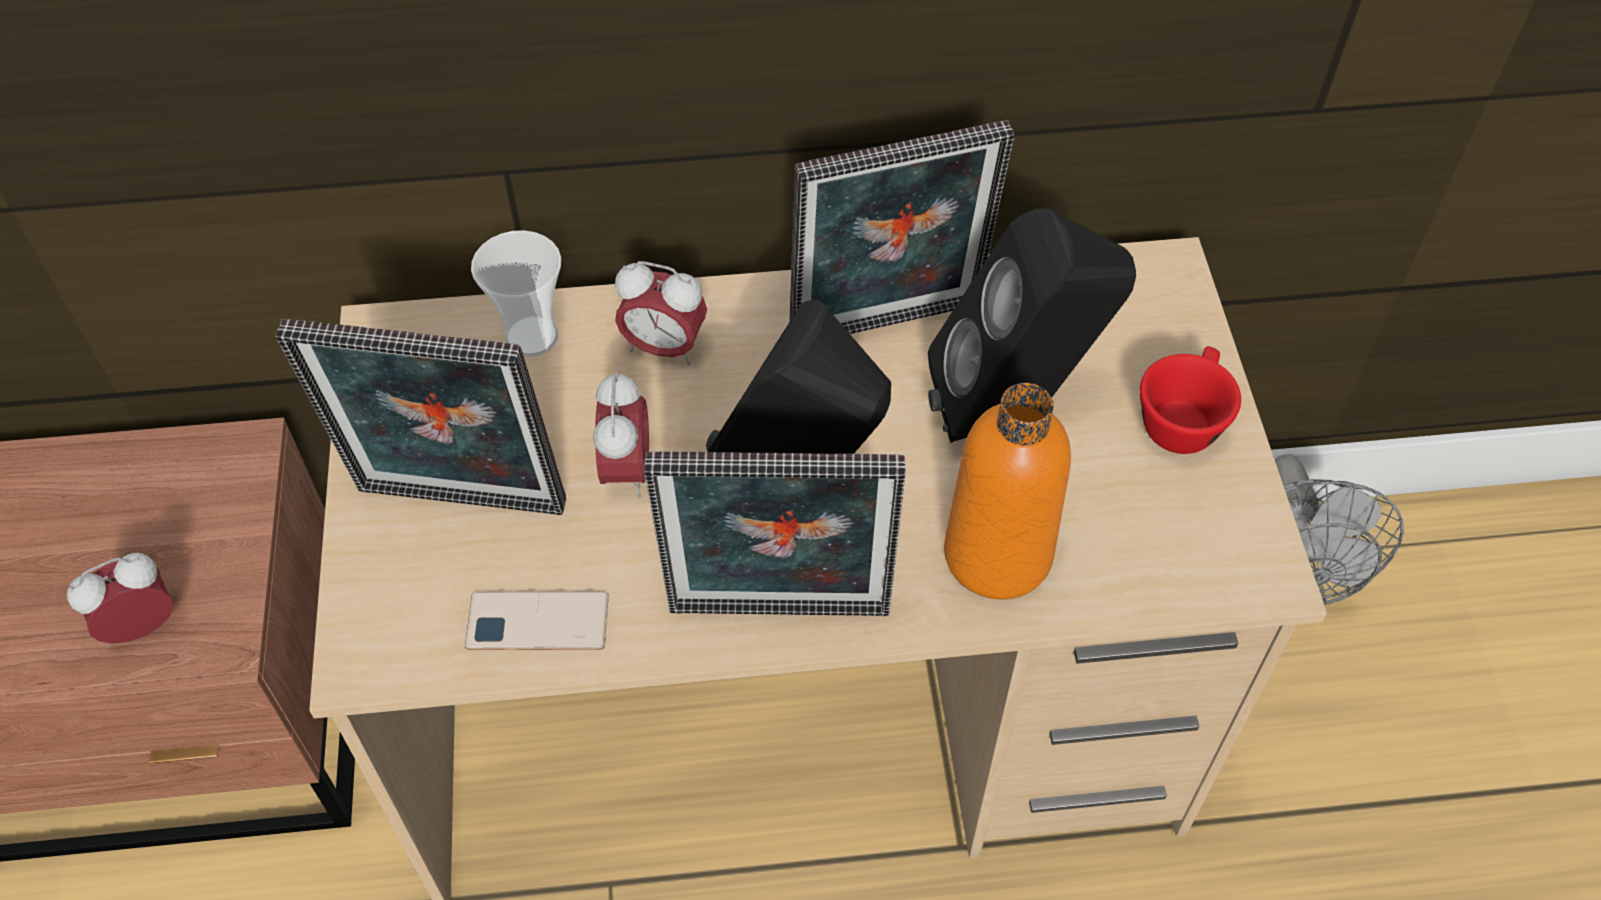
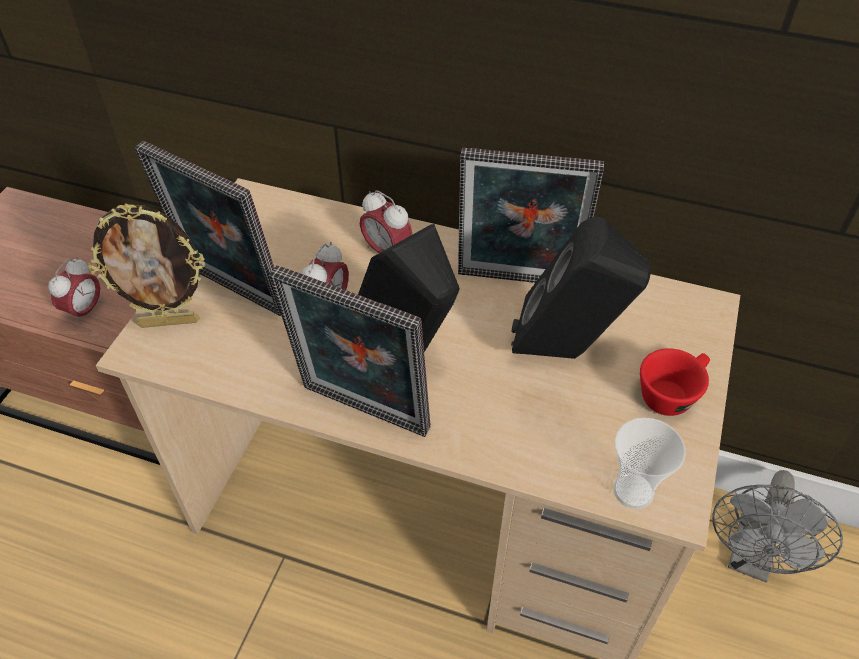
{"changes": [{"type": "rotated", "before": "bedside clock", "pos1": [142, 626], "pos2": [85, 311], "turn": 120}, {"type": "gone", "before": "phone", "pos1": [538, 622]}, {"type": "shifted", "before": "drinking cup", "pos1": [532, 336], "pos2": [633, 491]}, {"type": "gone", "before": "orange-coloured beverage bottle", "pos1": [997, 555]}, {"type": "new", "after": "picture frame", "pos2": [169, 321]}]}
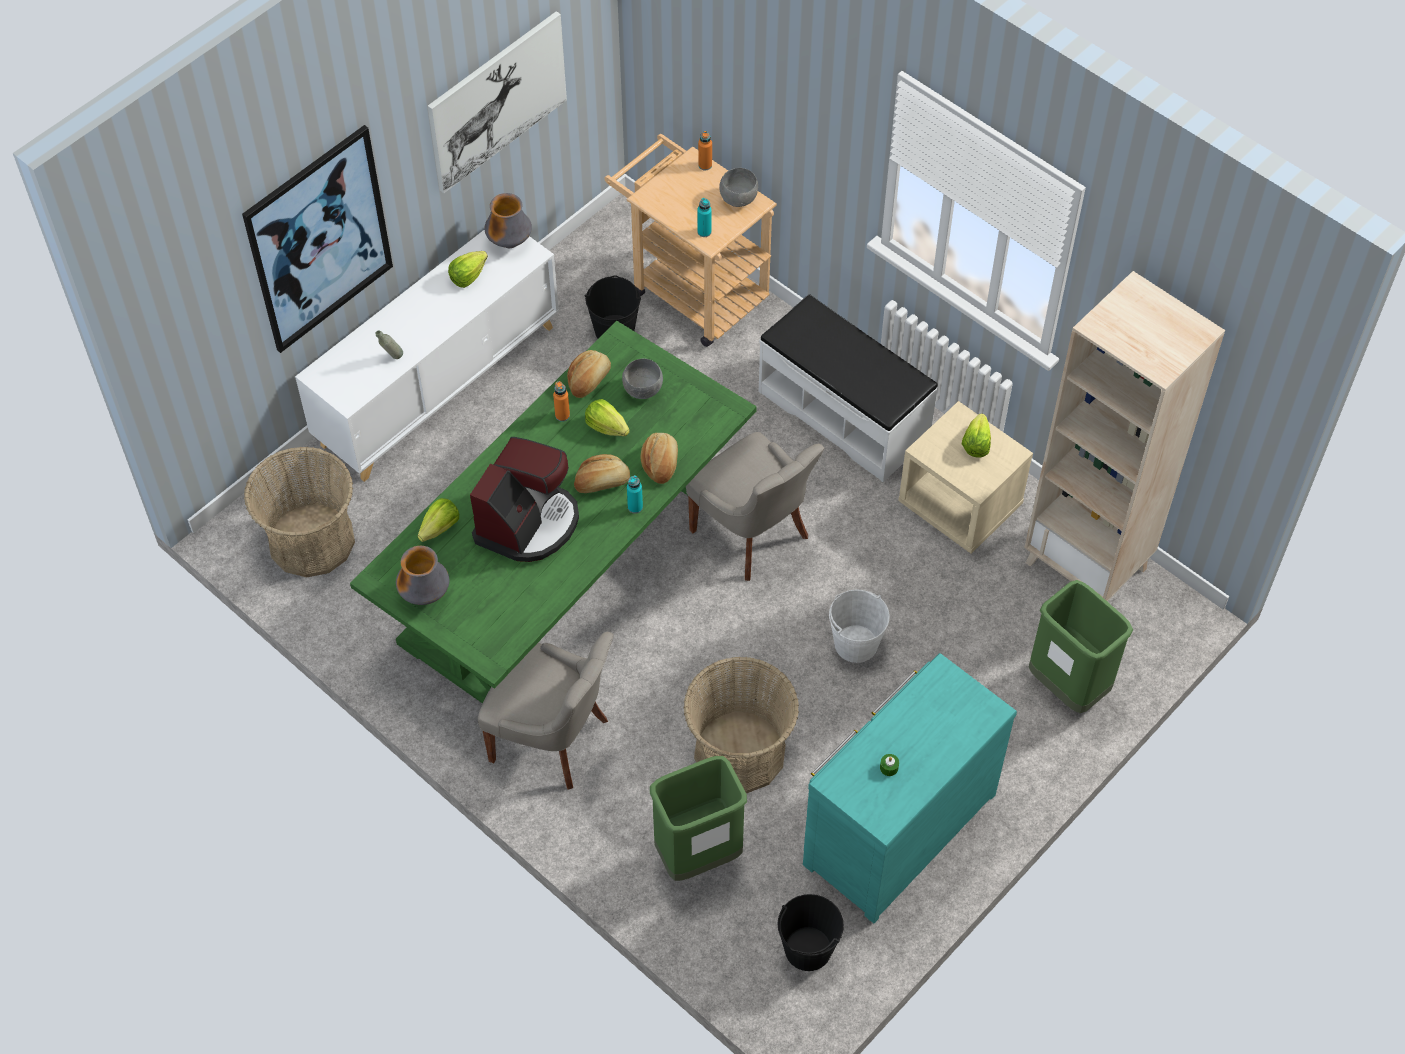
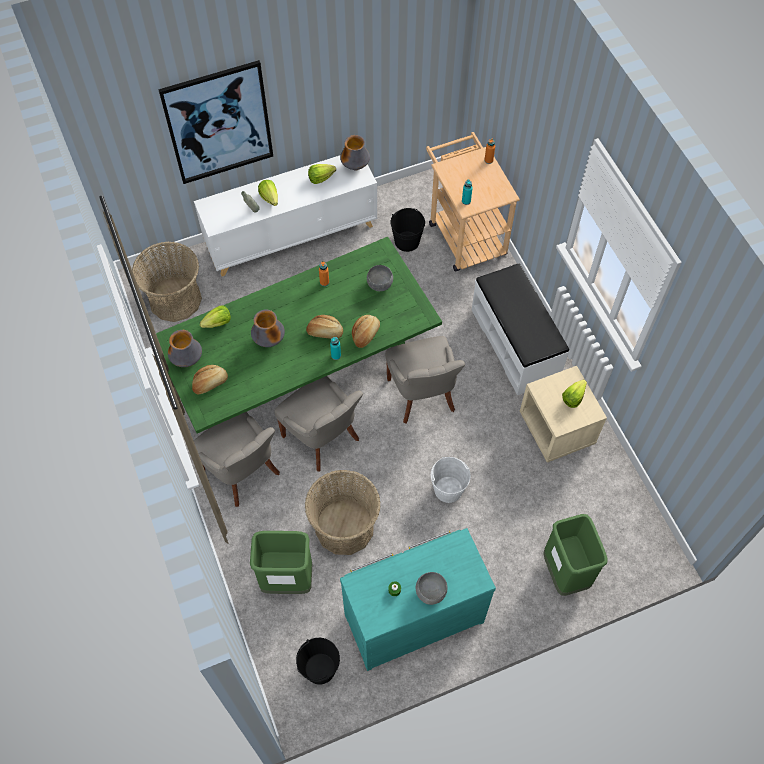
{"changes": [{"type": "gone", "before": "wall picture", "pos1": [497, 101]}, {"type": "swapped", "before": "coffee brewer", "after": "decorative vase", "pos1": [528, 523], "pos2": [269, 340]}, {"type": "shifted", "before": "bread", "pos1": [589, 380], "pos2": [210, 383]}, {"type": "shifted", "before": "lettuce head", "pos1": [606, 427], "pos2": [270, 198]}, {"type": "shifted", "before": "gray serving bowl", "pos1": [738, 198], "pos2": [431, 591]}, {"type": "gone", "before": "beige-coloured bookcase", "pos1": [1087, 565]}, {"type": "new", "after": "gray plain chair", "pos2": [322, 438]}]}
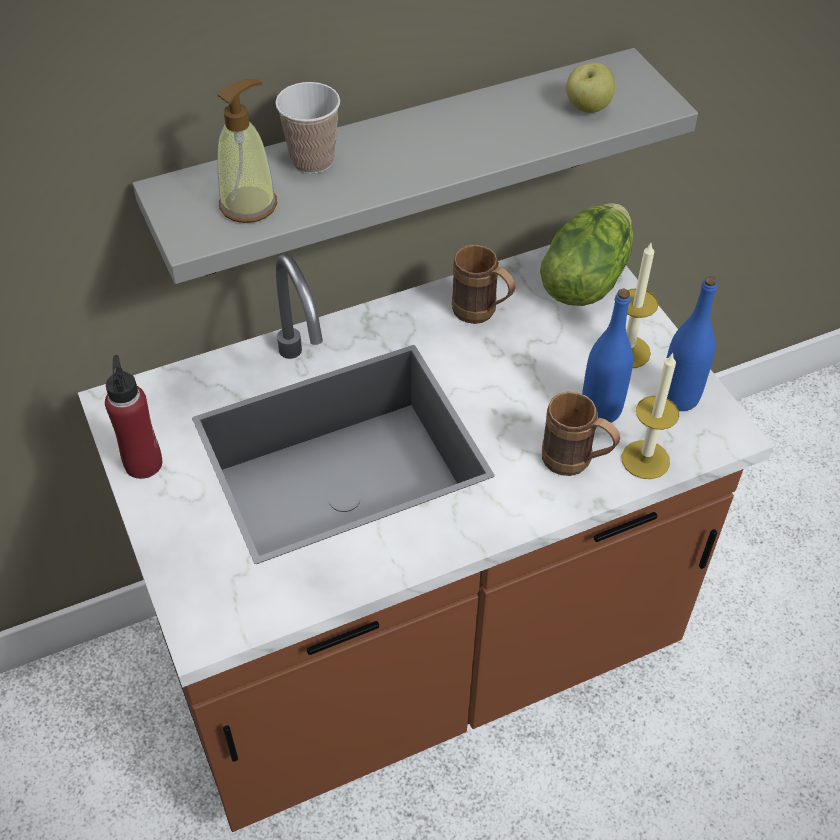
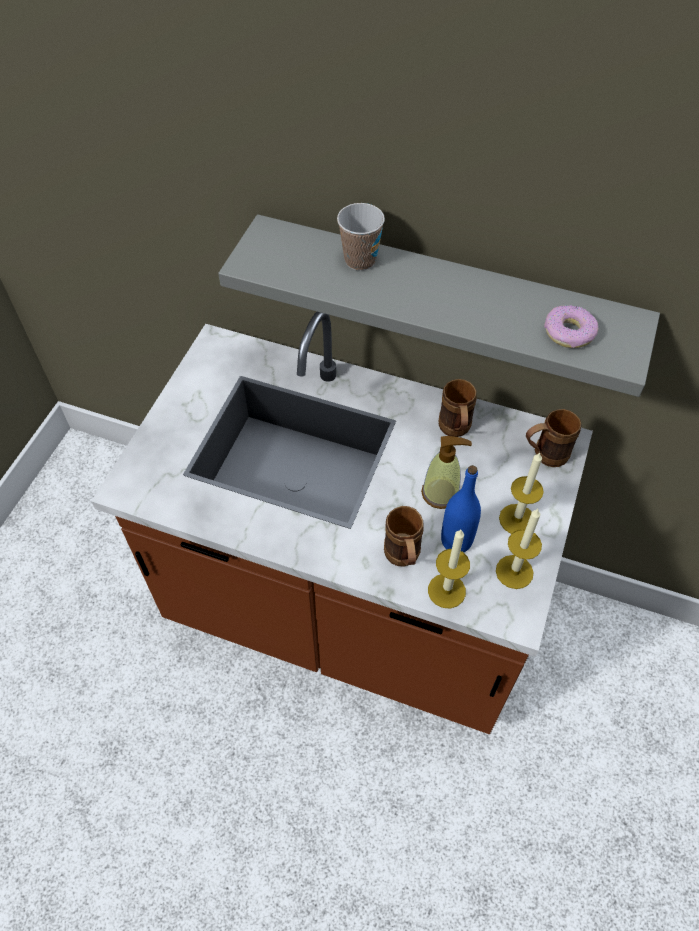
{"changes": [{"type": "gone", "before": "reddish beverage bottle", "pos1": [143, 463]}, {"type": "shifted", "before": "soap dispenser", "pos1": [249, 204], "pos2": [440, 493]}, {"type": "swapped", "before": "lettuce head", "after": "brown-coloured mug", "pos1": [584, 280], "pos2": [543, 456]}, {"type": "swapped", "before": "apple fruit", "after": "ring doughnut", "pos1": [587, 108], "pos2": [569, 333]}, {"type": "swapped", "before": "bluish beverage bottle", "after": "wax candle", "pos1": [679, 397], "pos2": [514, 572]}]}
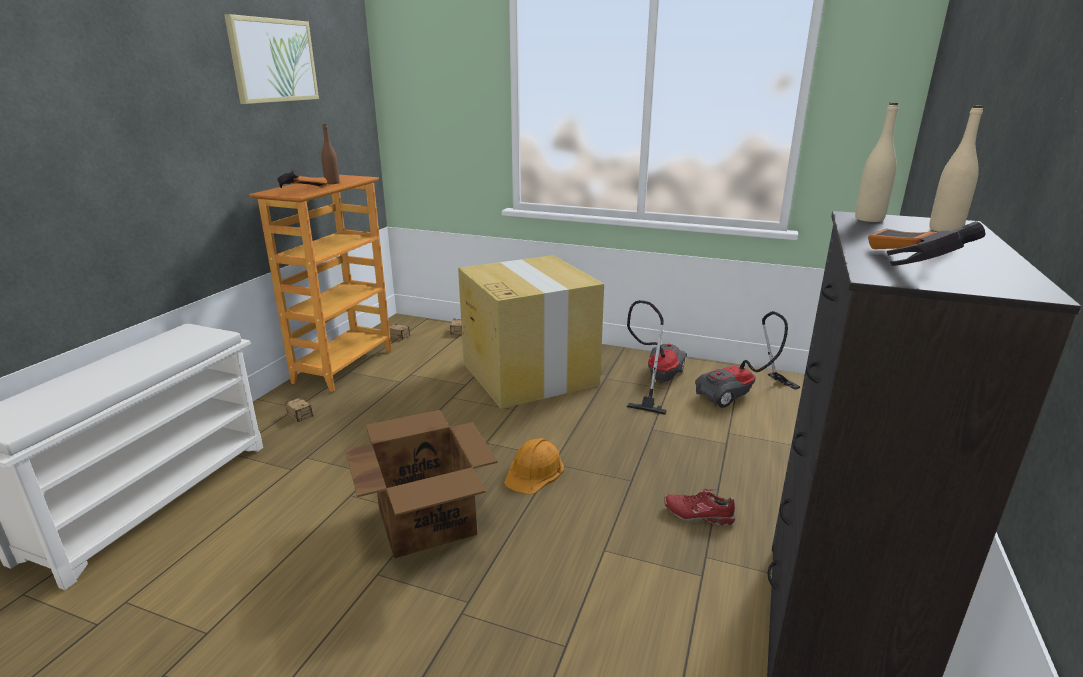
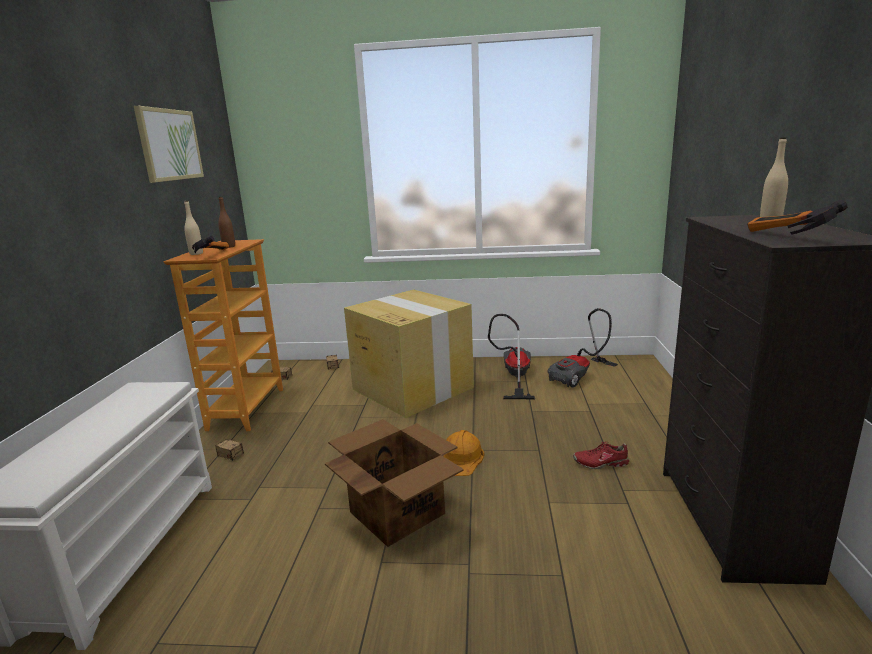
{"changes": [{"type": "shifted", "before": "beige-coloured beverage bottle", "pos1": [869, 219], "pos2": [196, 253]}]}
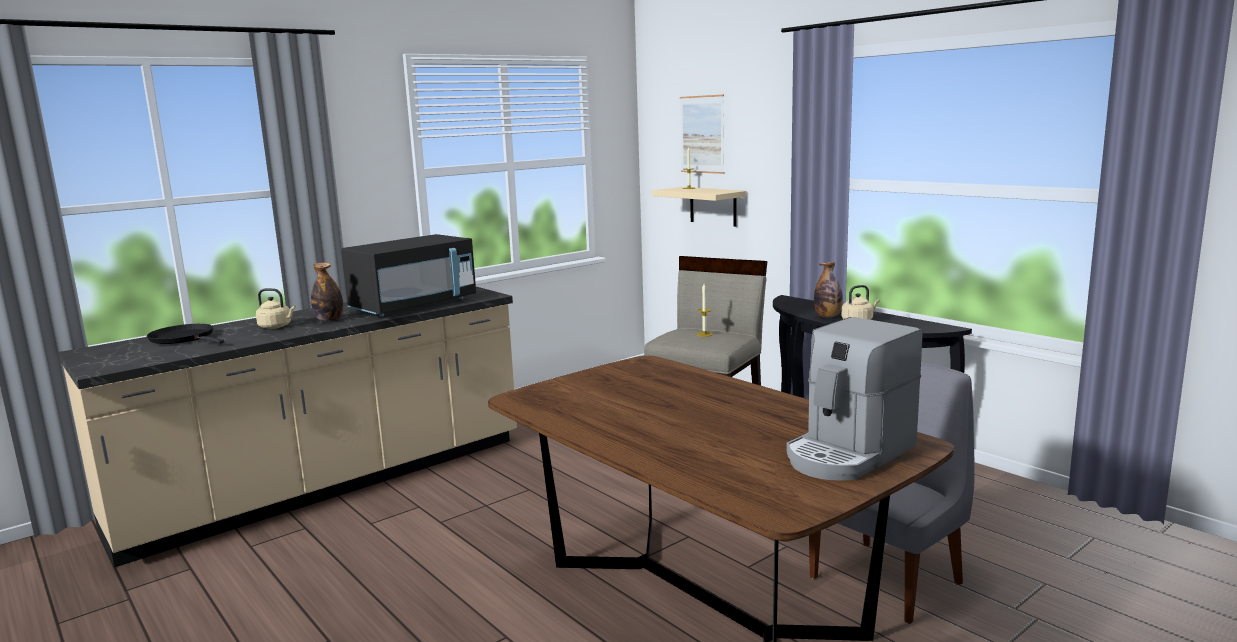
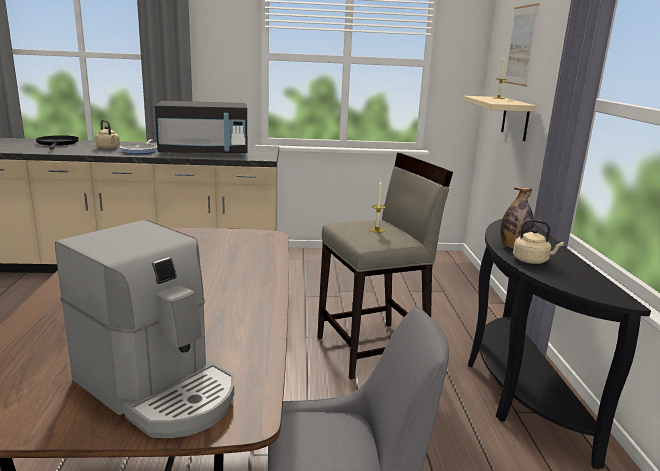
{"changes": [{"type": "swapped", "before": "beverage bottle", "after": "skillet", "pos1": [329, 320], "pos2": [140, 151]}, {"type": "rotated", "before": "coffee brewer", "pos1": [848, 454], "pos2": [158, 389], "turn": -135}]}
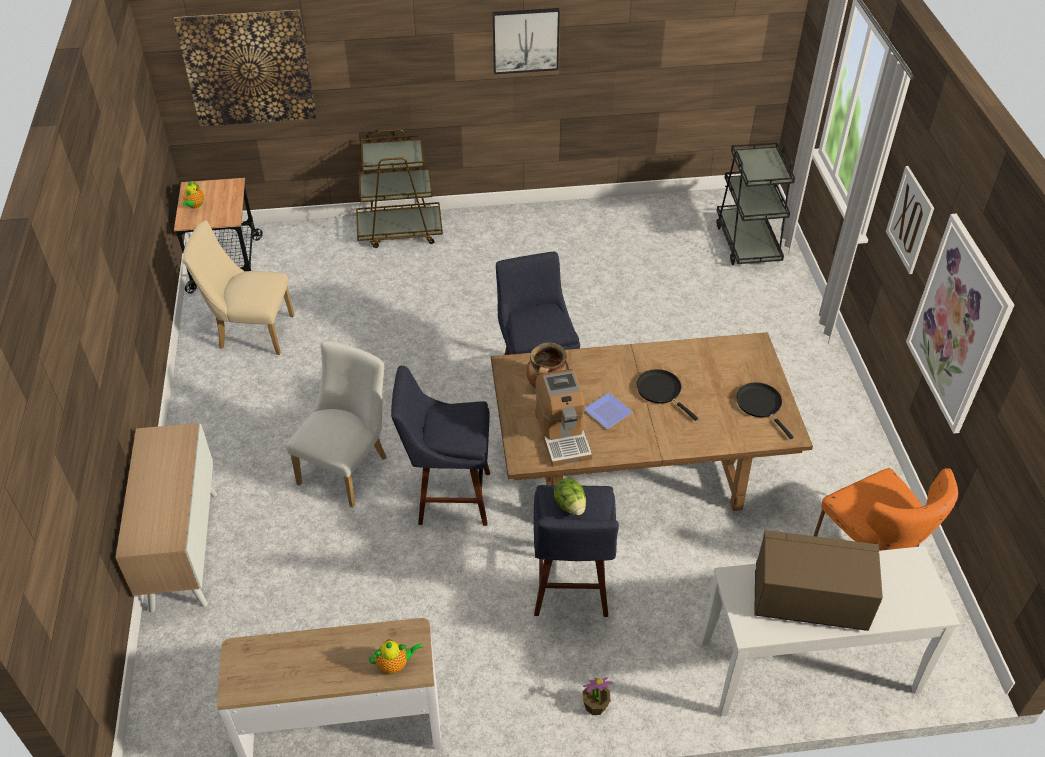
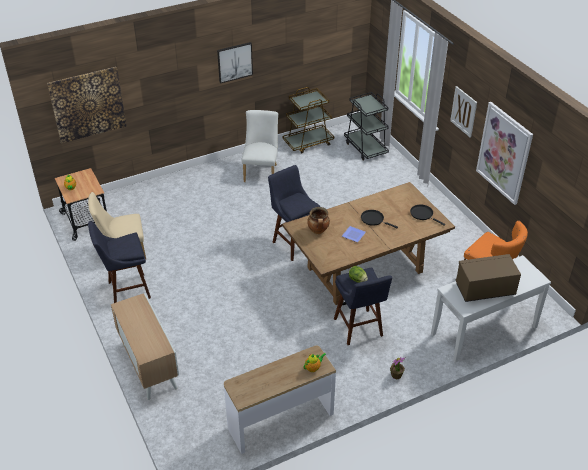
{"changes": [{"type": "shifted", "before": "white plain chair", "pos1": [347, 466], "pos2": [261, 171]}, {"type": "shifted", "before": "brown-coloured trolley", "pos1": [400, 231], "pos2": [308, 143]}, {"type": "shifted", "before": "bluish stool seat", "pos1": [448, 497], "pos2": [126, 291]}, {"type": "gone", "before": "coffee brewer", "pos1": [562, 435]}]}
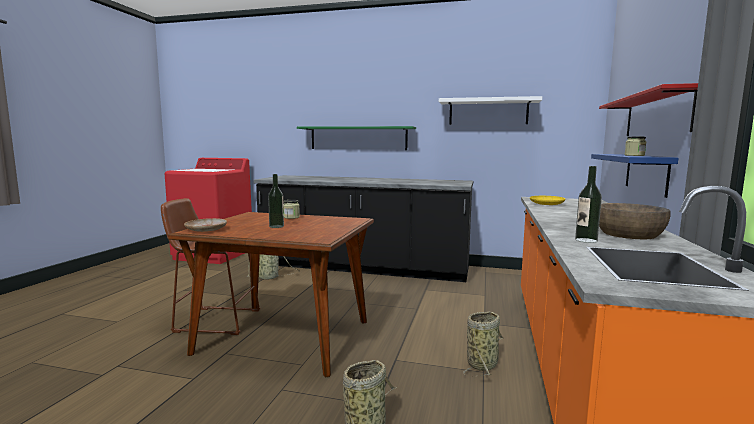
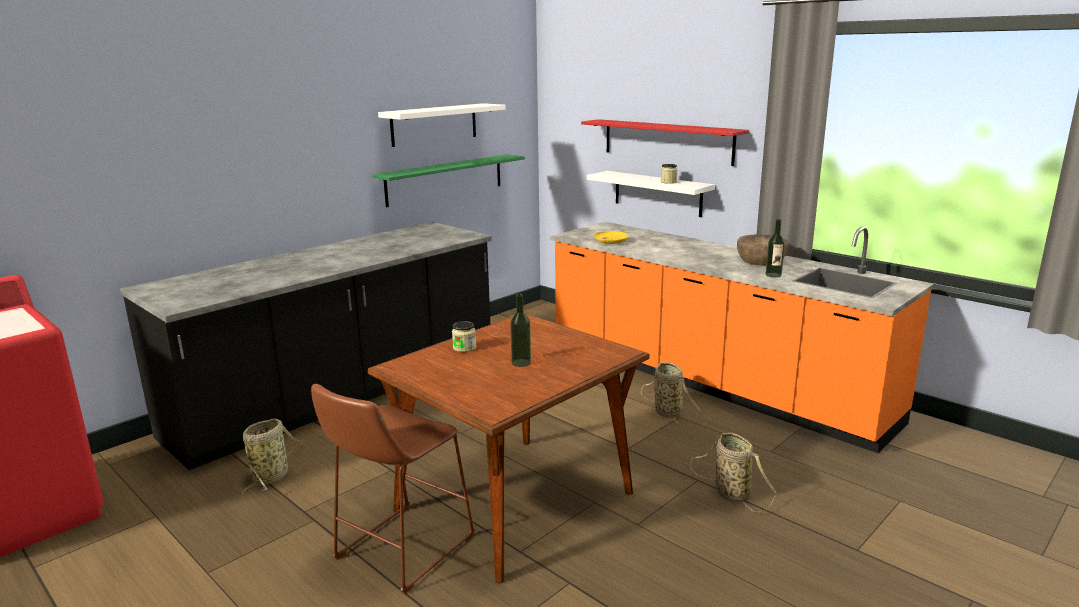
{"changes": [{"type": "gone", "before": "beige-coloured plate", "pos1": [206, 229]}, {"type": "shifted", "before": "green shelf", "pos1": [358, 138], "pos2": [445, 179]}, {"type": "repainted", "before": "bluish shelf", "after": "white shelf", "pos1": [646, 173], "pos2": [657, 193]}]}
